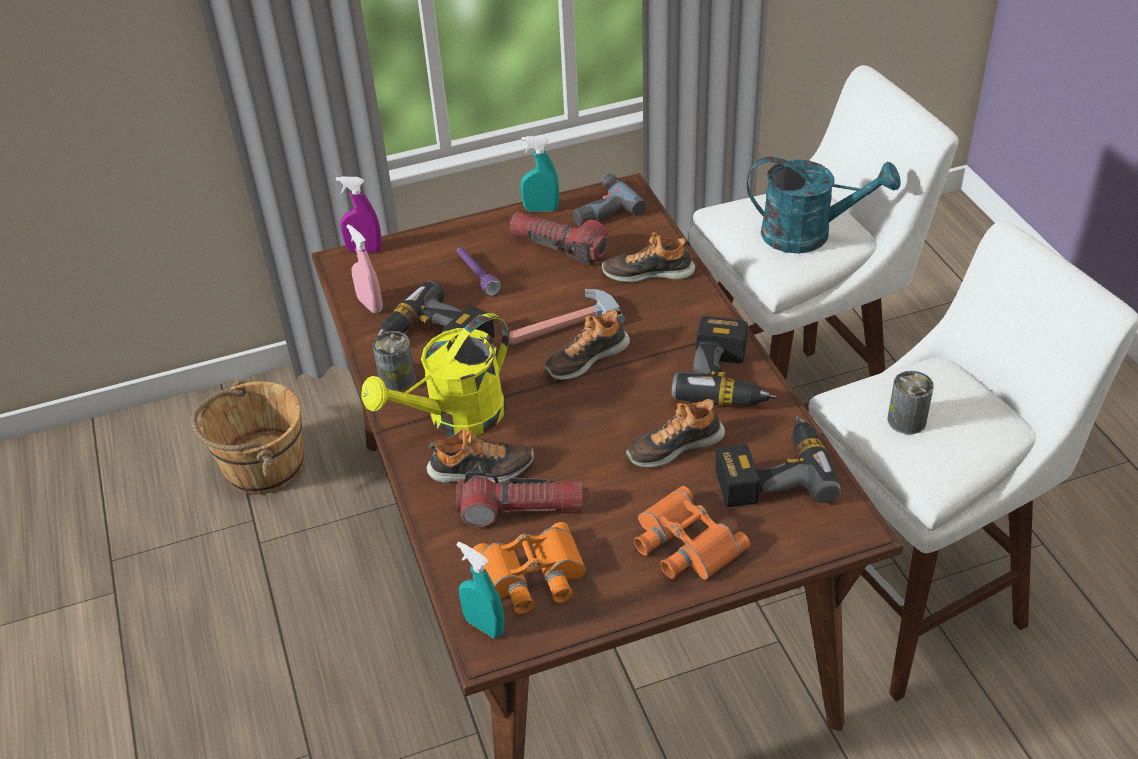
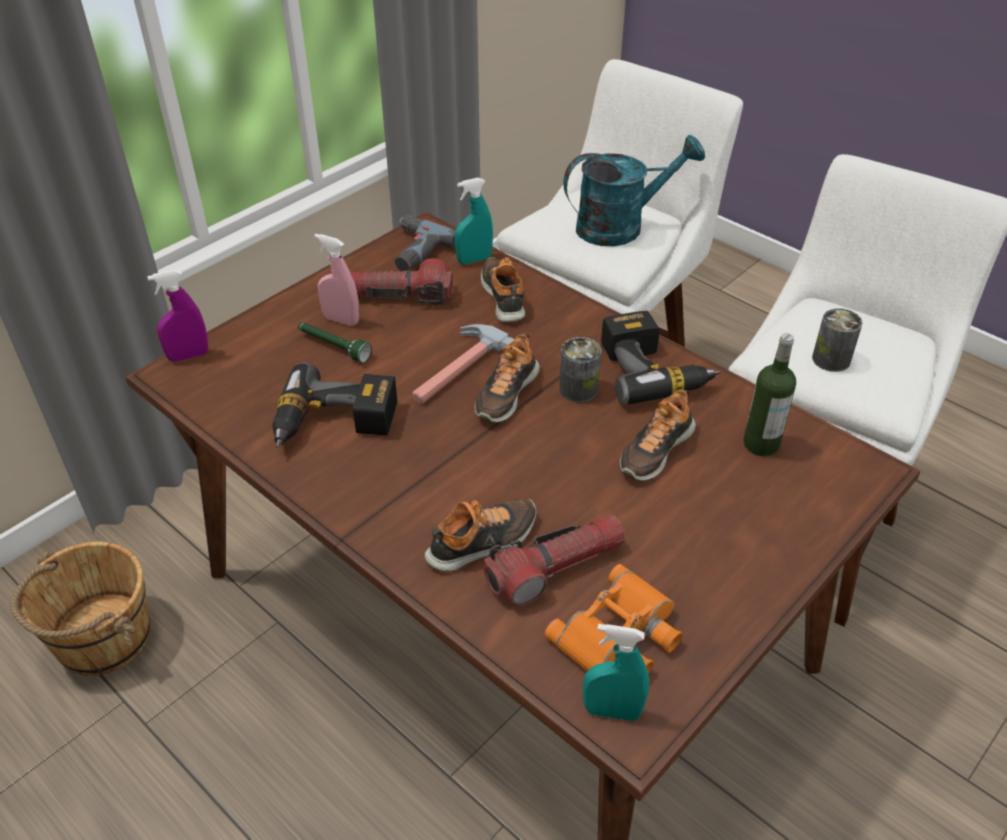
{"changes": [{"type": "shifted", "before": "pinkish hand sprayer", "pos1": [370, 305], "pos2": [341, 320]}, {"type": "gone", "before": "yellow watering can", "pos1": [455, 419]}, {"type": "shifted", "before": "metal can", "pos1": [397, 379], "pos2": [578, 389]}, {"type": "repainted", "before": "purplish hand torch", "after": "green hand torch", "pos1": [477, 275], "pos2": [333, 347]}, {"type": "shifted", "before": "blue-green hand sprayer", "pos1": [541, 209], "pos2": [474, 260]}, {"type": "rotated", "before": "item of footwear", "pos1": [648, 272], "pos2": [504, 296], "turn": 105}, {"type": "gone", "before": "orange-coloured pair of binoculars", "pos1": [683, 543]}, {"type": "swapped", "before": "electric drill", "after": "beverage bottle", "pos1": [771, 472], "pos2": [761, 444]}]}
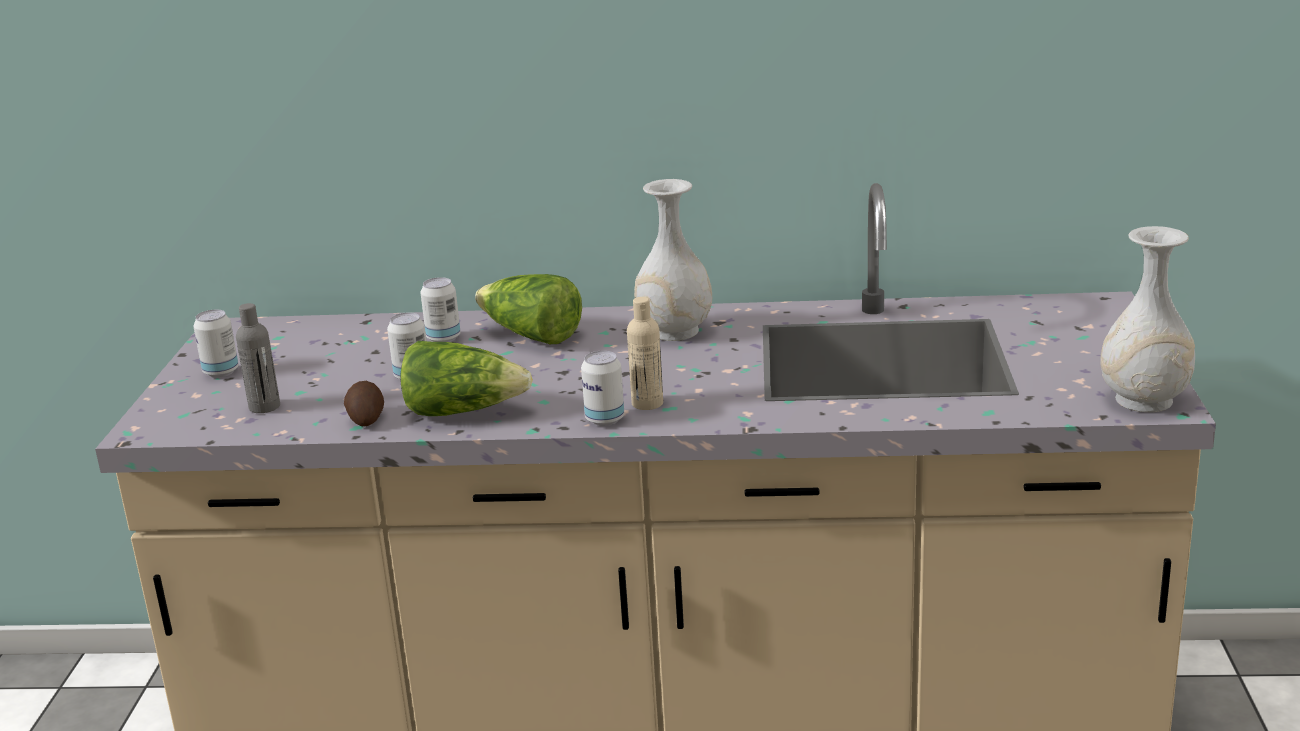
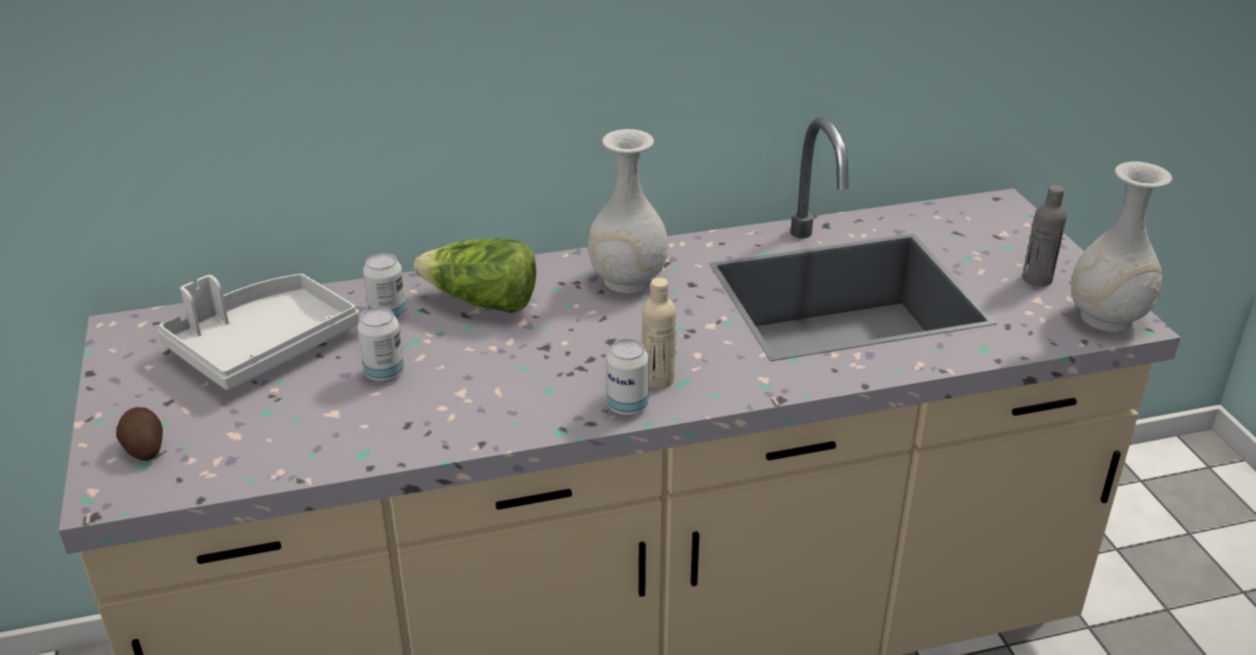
{"changes": [{"type": "gone", "before": "metal can", "pos1": [221, 372]}, {"type": "shifted", "before": "gray beverage bottle", "pos1": [264, 407], "pos2": [1037, 279]}, {"type": "shifted", "before": "whole potato", "pos1": [366, 418], "pos2": [144, 447]}, {"type": "gone", "before": "lettuce head", "pos1": [463, 411]}, {"type": "new", "after": "gray tray", "pos2": [262, 347]}]}
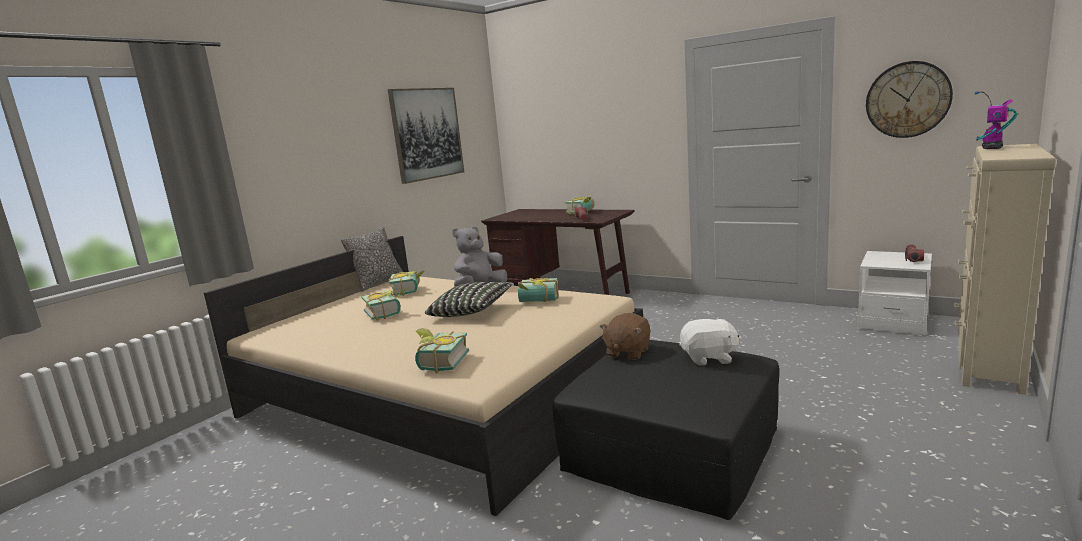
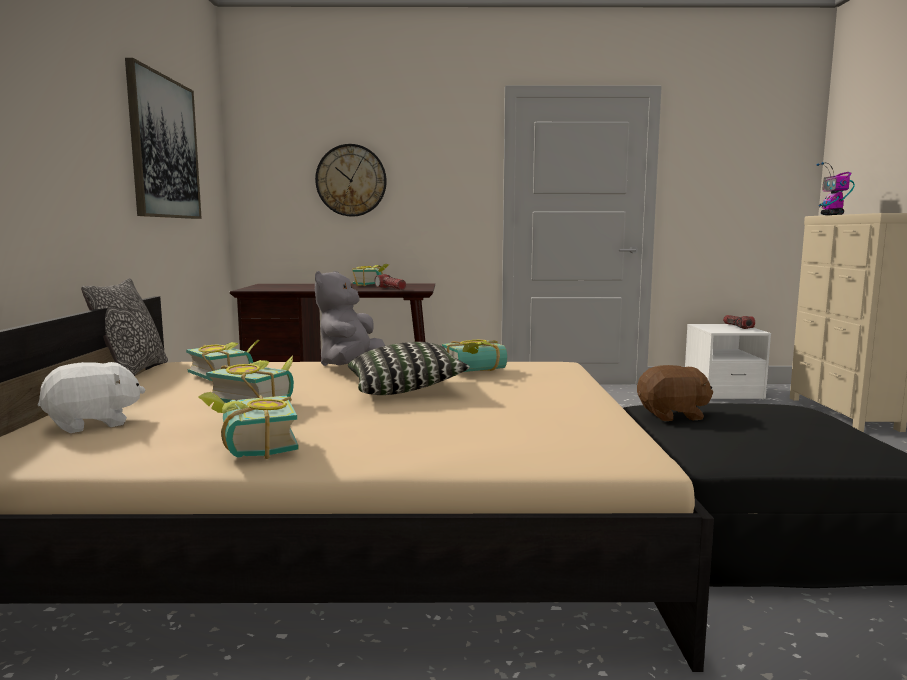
{"changes": [{"type": "shifted", "before": "bound book", "pos1": [439, 363], "pos2": [249, 447]}, {"type": "rotated", "before": "brown-coloured cuddly toy", "pos1": [627, 352], "pos2": [673, 415], "turn": -90}, {"type": "shifted", "before": "white cuddly toy", "pos1": [709, 358], "pos2": [93, 424]}, {"type": "shifted", "before": "wall clock", "pos1": [907, 99], "pos2": [351, 180]}]}
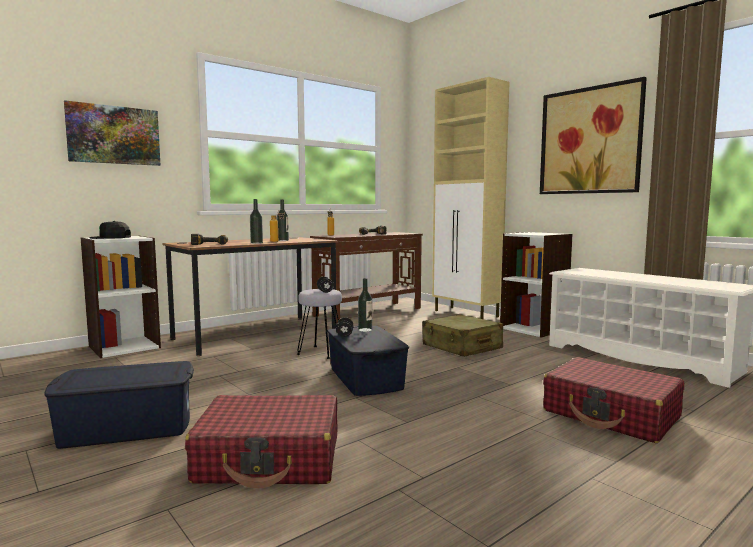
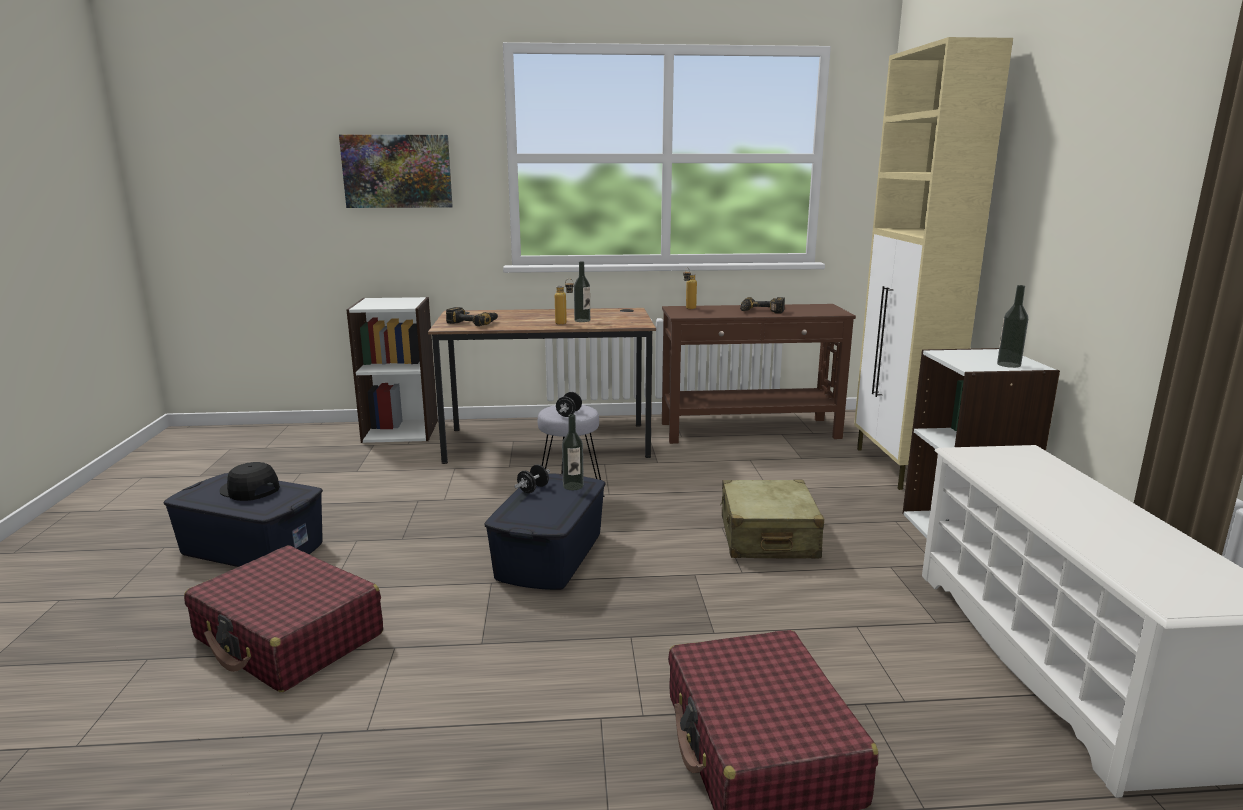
{"changes": [{"type": "shifted", "before": "black peaked cap", "pos1": [111, 238], "pos2": [249, 490]}, {"type": "shifted", "before": "beverage bottle", "pos1": [256, 243], "pos2": [1008, 364]}, {"type": "gone", "before": "wall picture", "pos1": [590, 141]}]}
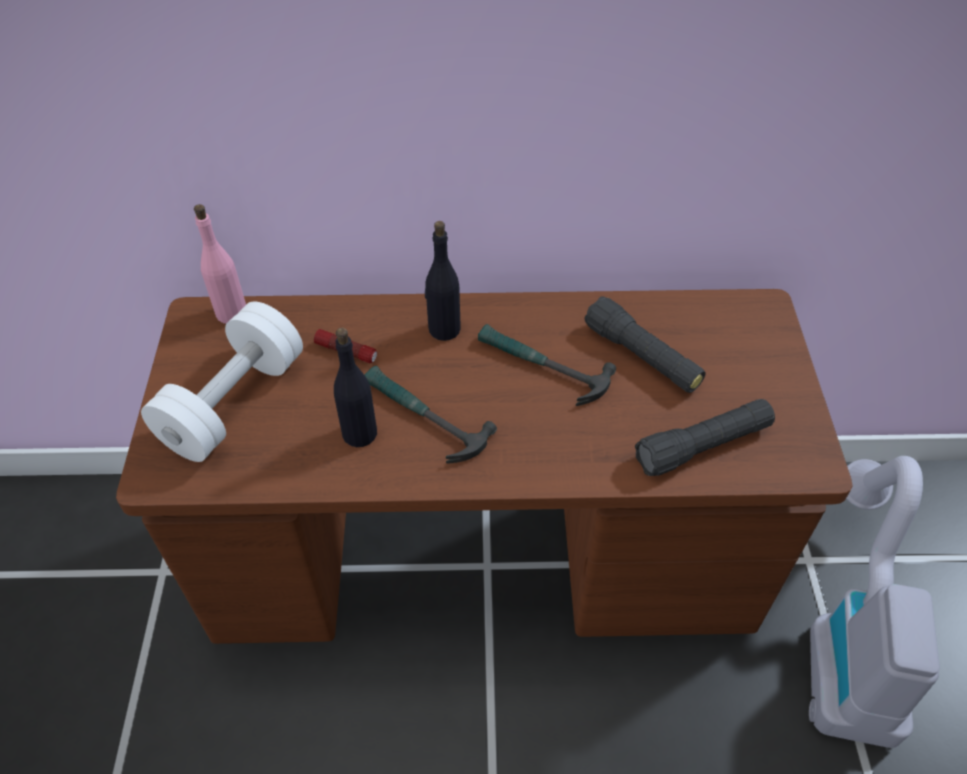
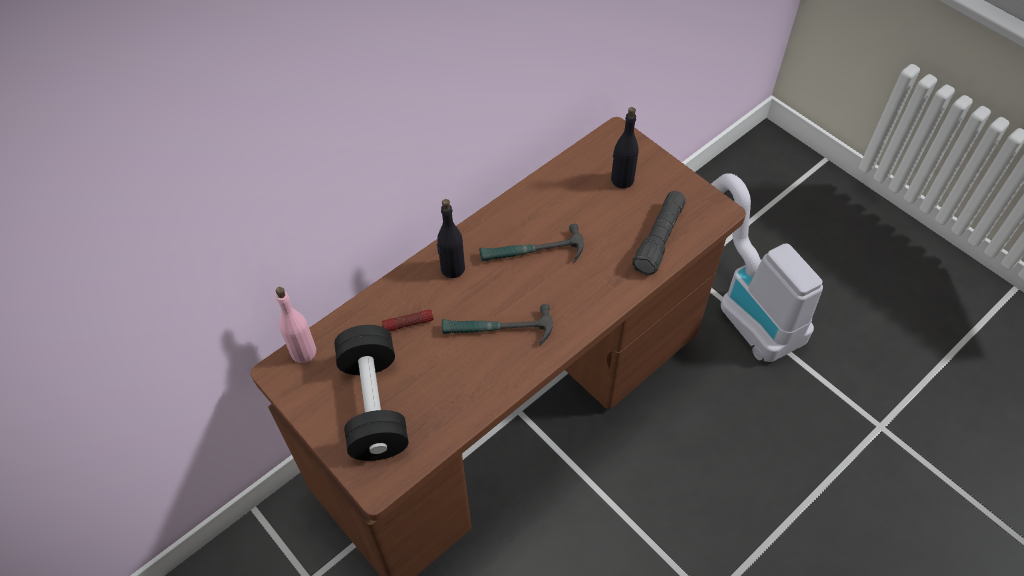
{"changes": [{"type": "repainted", "before": "white free weight", "after": "black free weight", "pos1": [233, 403], "pos2": [374, 405]}, {"type": "shifted", "before": "black beverage bottle", "pos1": [359, 433], "pos2": [622, 180]}, {"type": "gone", "before": "black hand torch", "pos1": [642, 357]}]}
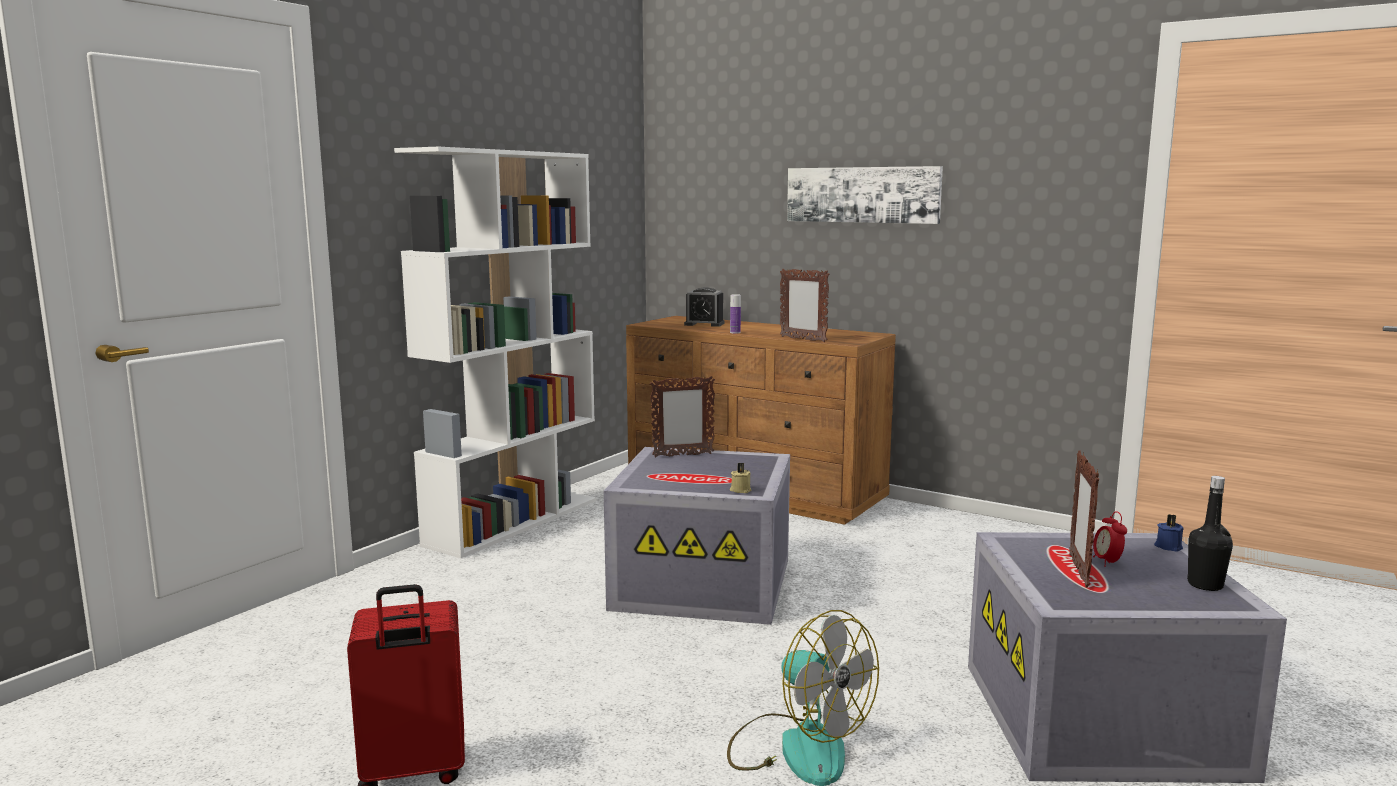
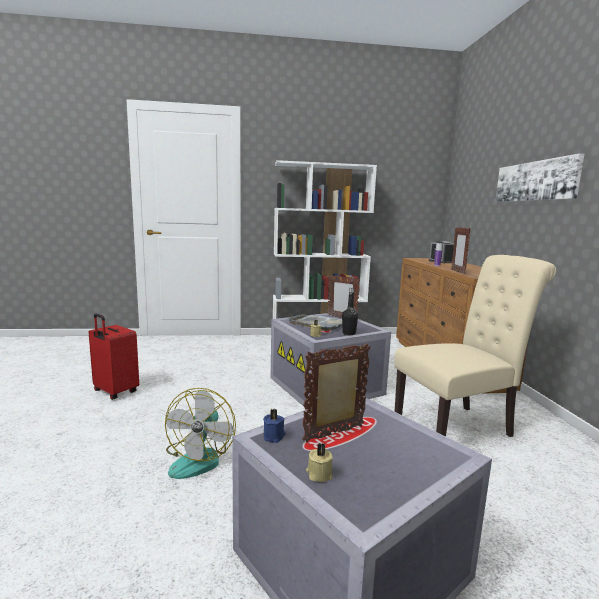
{"changes": [{"type": "gone", "before": "bedside clock", "pos1": [1107, 562]}, {"type": "shifted", "before": "bluish wax candle", "pos1": [1168, 546], "pos2": [274, 436]}, {"type": "shifted", "before": "black beverage bottle", "pos1": [1205, 585], "pos2": [349, 333]}, {"type": "new", "after": "gray tray", "pos2": [320, 324]}, {"type": "new", "after": "beige-coloured wax candle", "pos2": [319, 474]}, {"type": "new", "after": "beige-coloured plain chair", "pos2": [459, 427]}]}
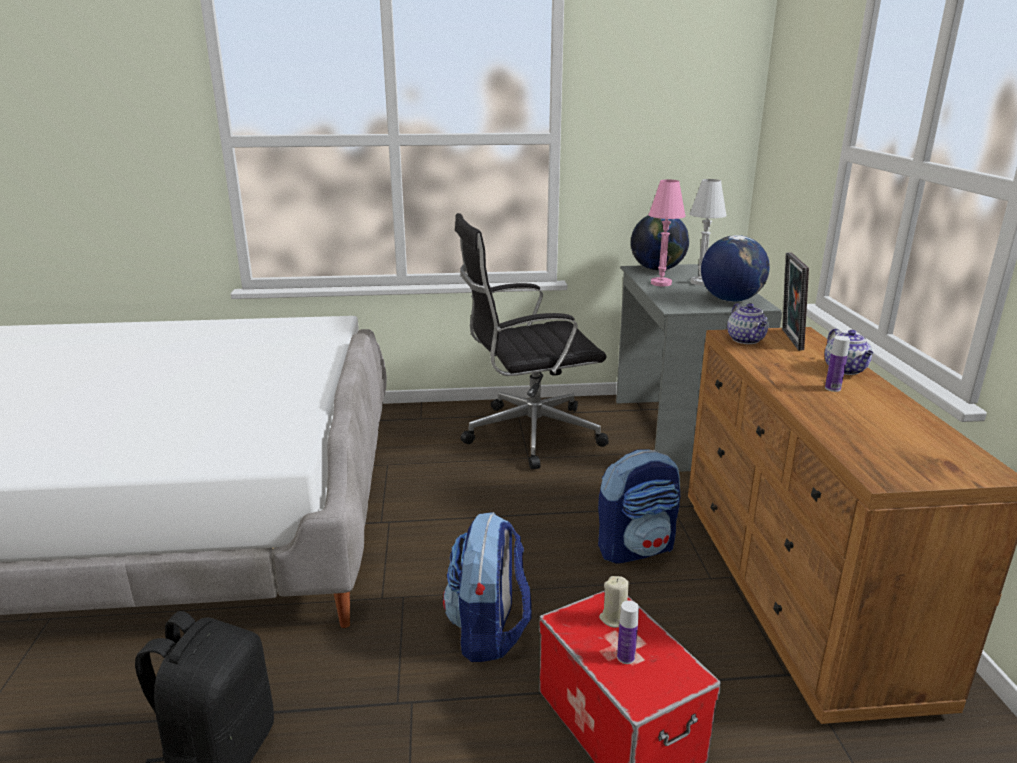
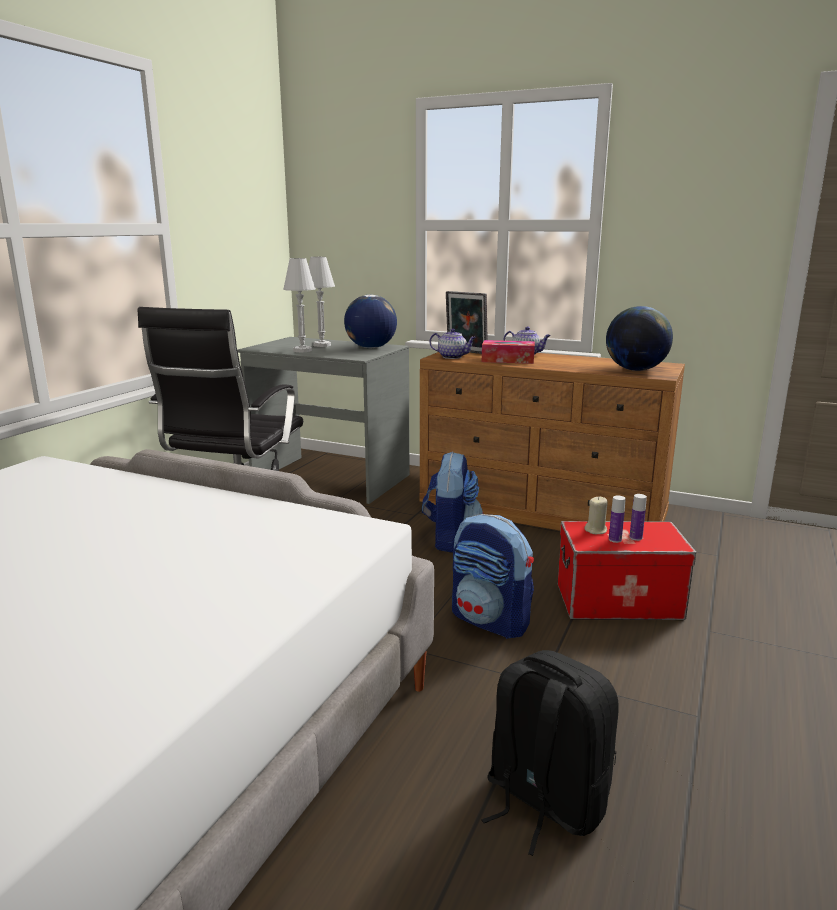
{"changes": [{"type": "shifted", "before": "globe", "pos1": [657, 269], "pos2": [635, 370]}, {"type": "repainted", "before": "pinkish lamp for a table", "after": "white lamp for a table", "pos1": [661, 283], "pos2": [302, 350]}, {"type": "shifted", "before": "beverage bottle", "pos1": [832, 388], "pos2": [615, 540]}, {"type": "new", "after": "tissue holder", "pos2": [508, 360]}]}
